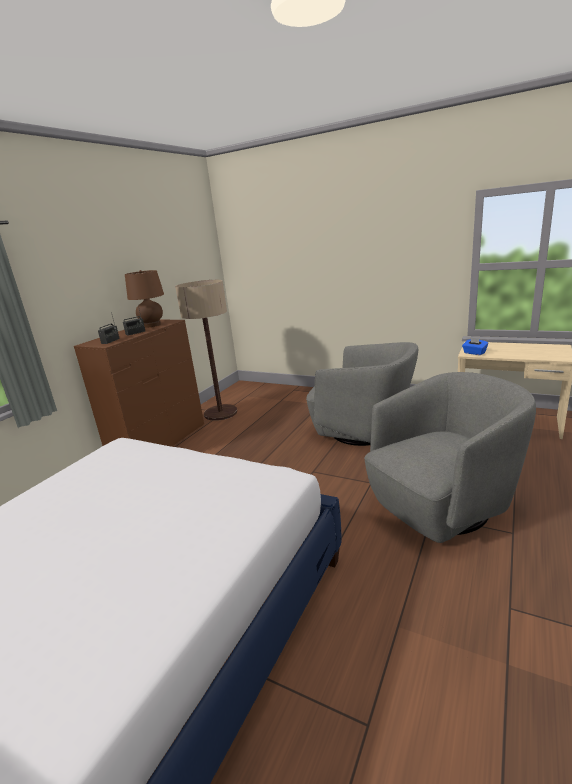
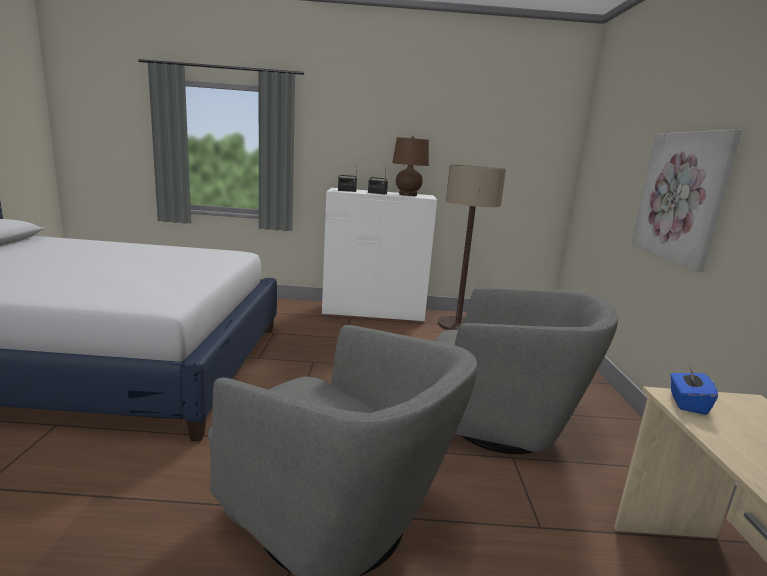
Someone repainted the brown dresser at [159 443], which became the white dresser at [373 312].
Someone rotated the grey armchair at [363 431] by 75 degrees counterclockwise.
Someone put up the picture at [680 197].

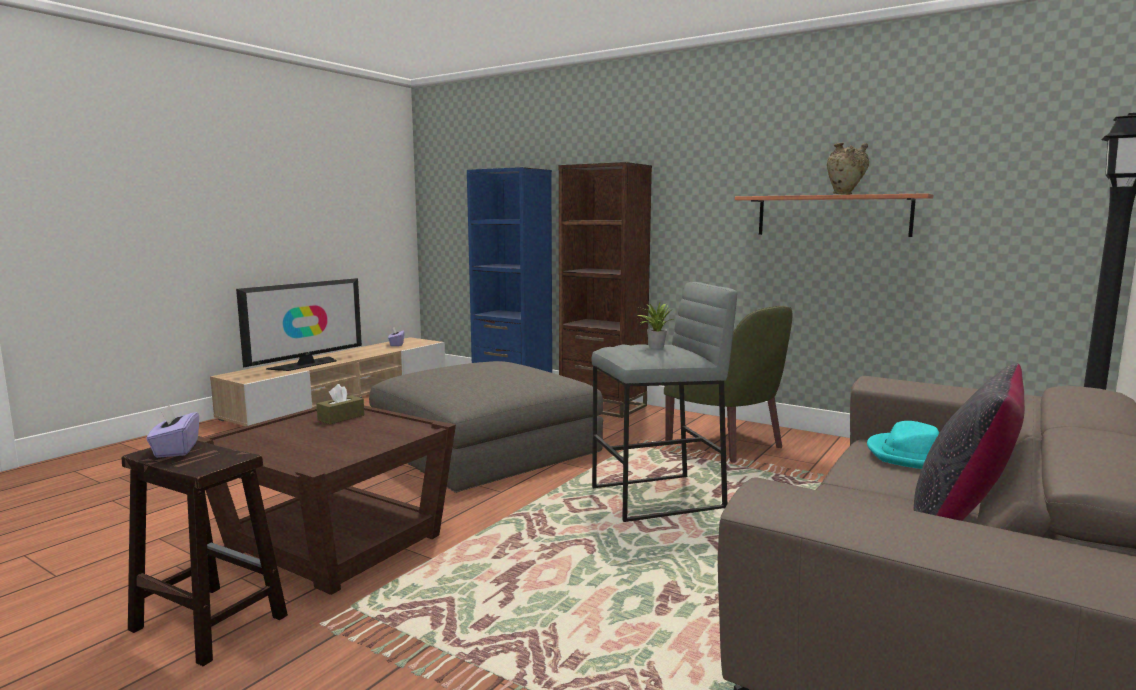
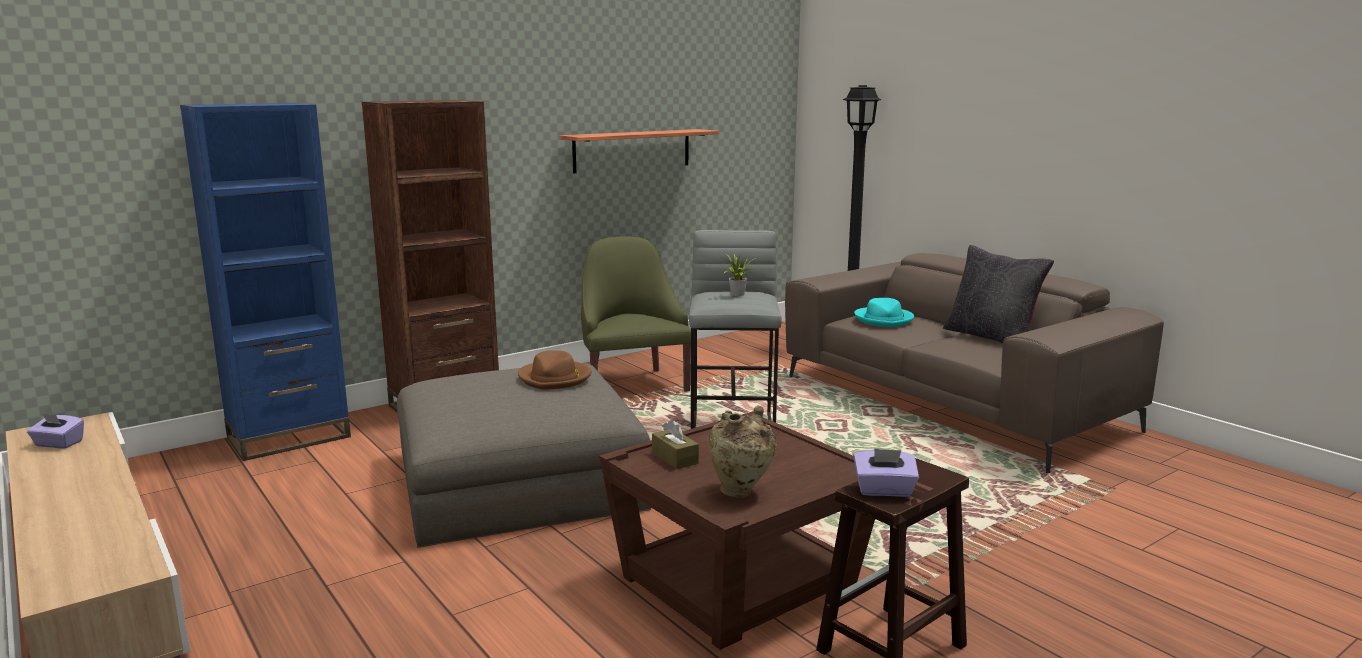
Someone put down the brown hat at [555 378].
Someone rotated the green armchair at [729 445] by 90 degrees counterclockwise.
Someone carried the beige vase from [845 194] to [741 491].
Someone took away the television at [306 364].

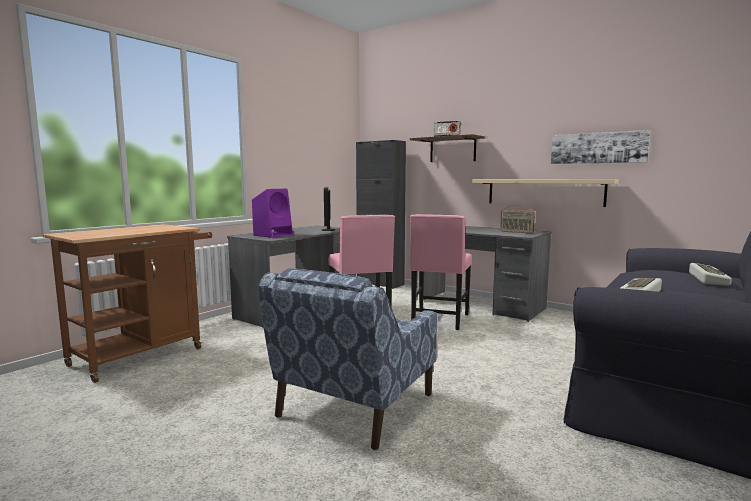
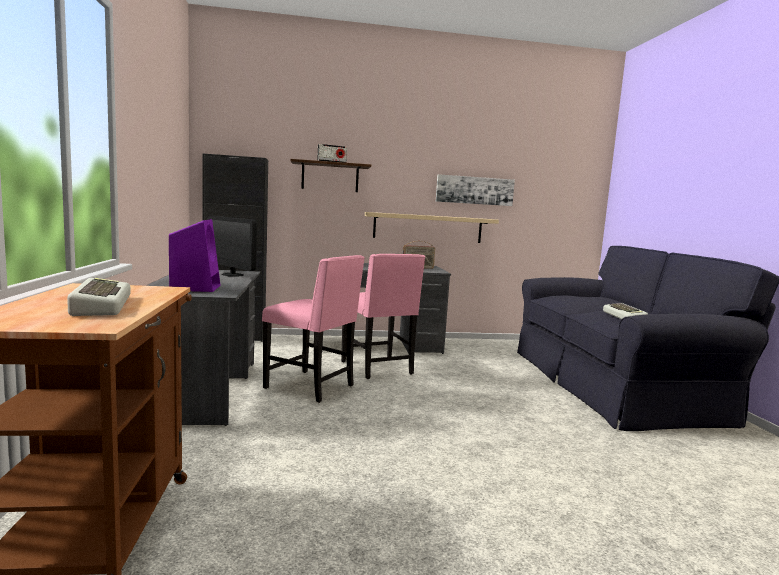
Someone carried the keyboard from [706 279] to [99 305].
Someone took away the blue armchair at [354 407].

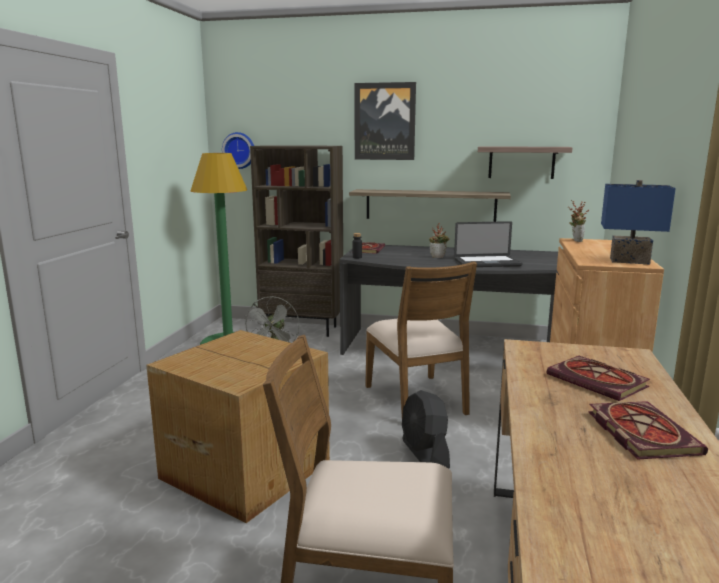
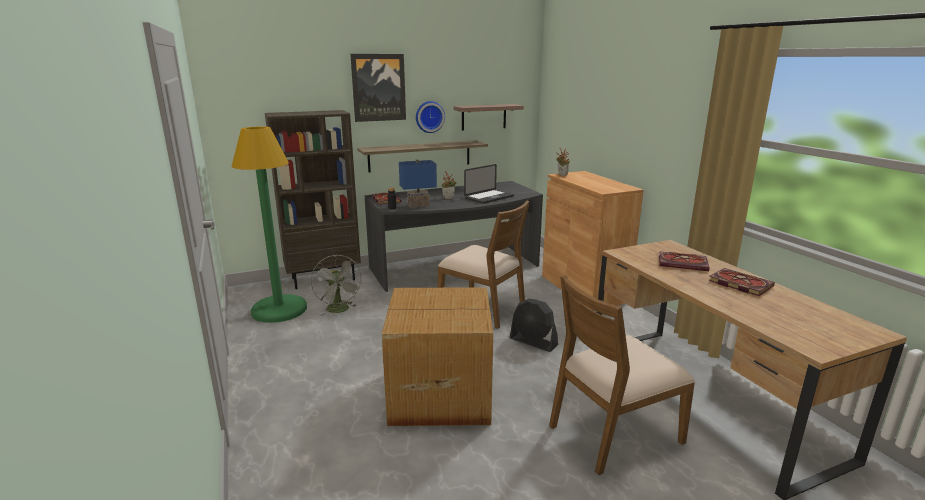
Someone carried the blue table lamp from [629 260] to [418 205].
Someone carried the wall clock from [239 150] to [429 117].

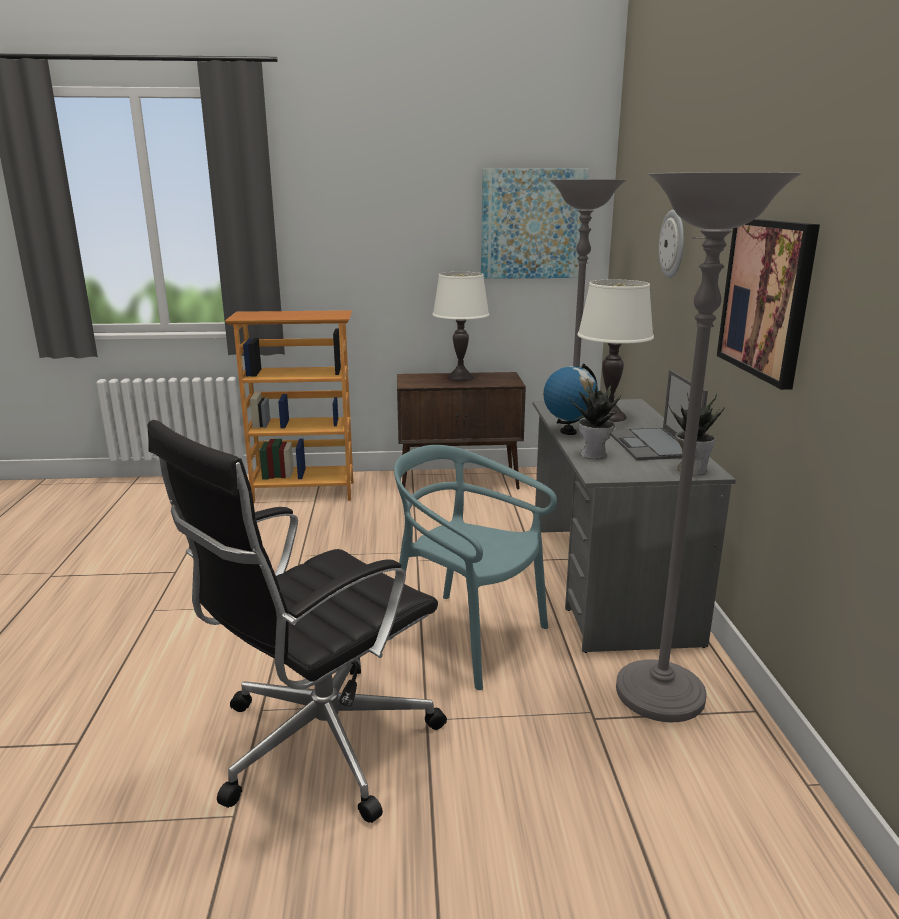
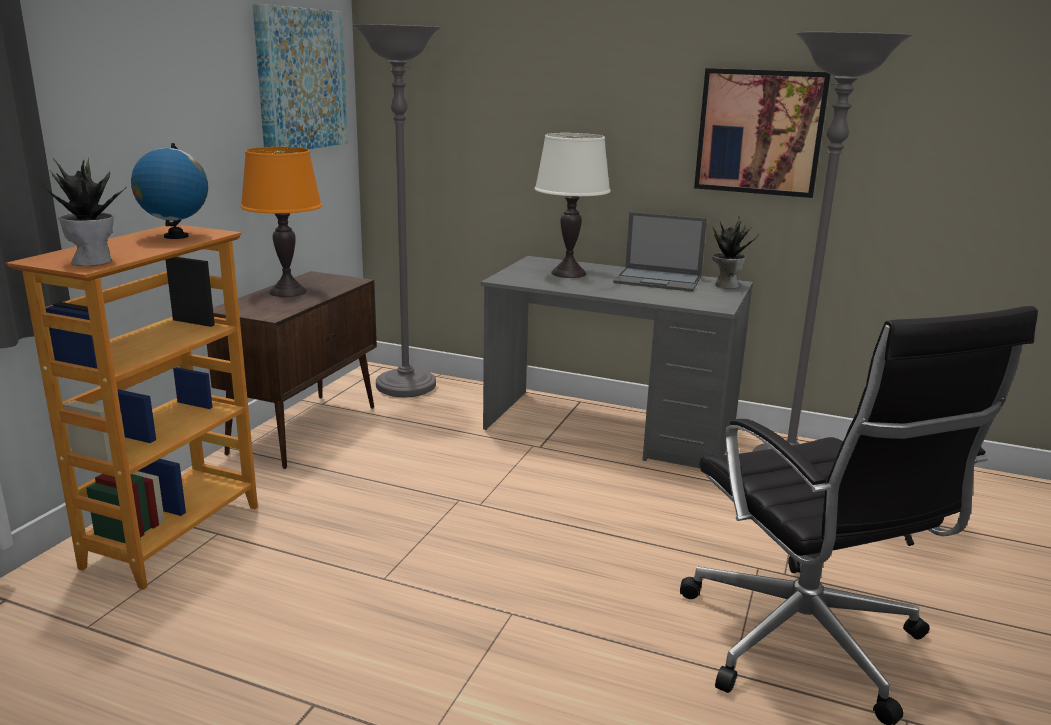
Someone carried the potted plant from [594 454] to [93 261].
Someone carried the globe from [568 432] to [176 236].
Someone repainted the white table lamp at [460 377], which became the orange table lamp at [287 292].
Someone took away the turquoise chair at [467 637].
Someone took away the wall clock at [673 244].

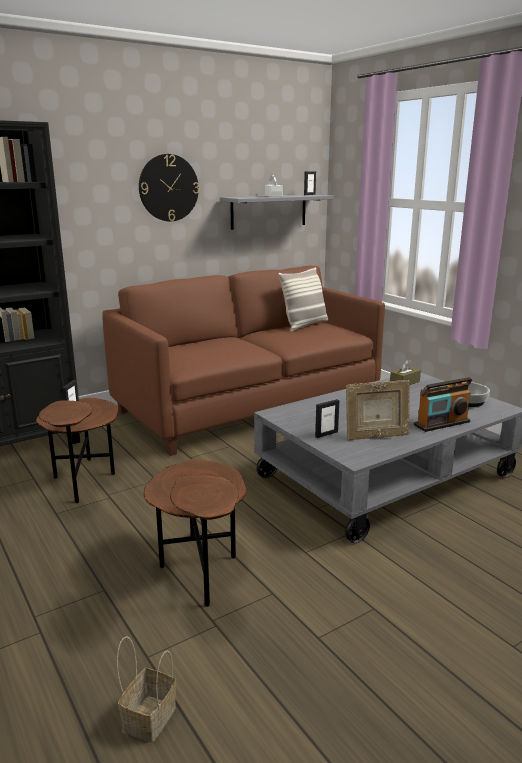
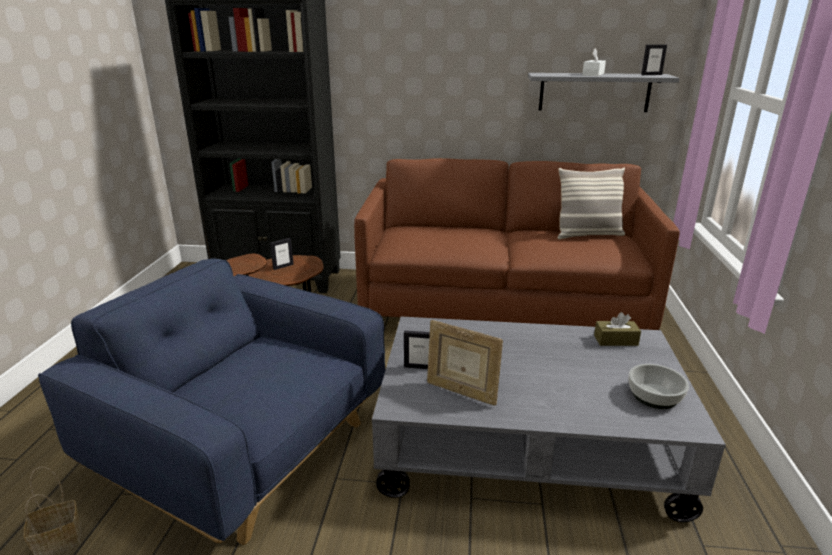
Someone swapped the brown side table at [201 572] for the blue armchair at [242 447].
Someone took away the wall clock at [168 188].
Someone took away the radio at [442 423].

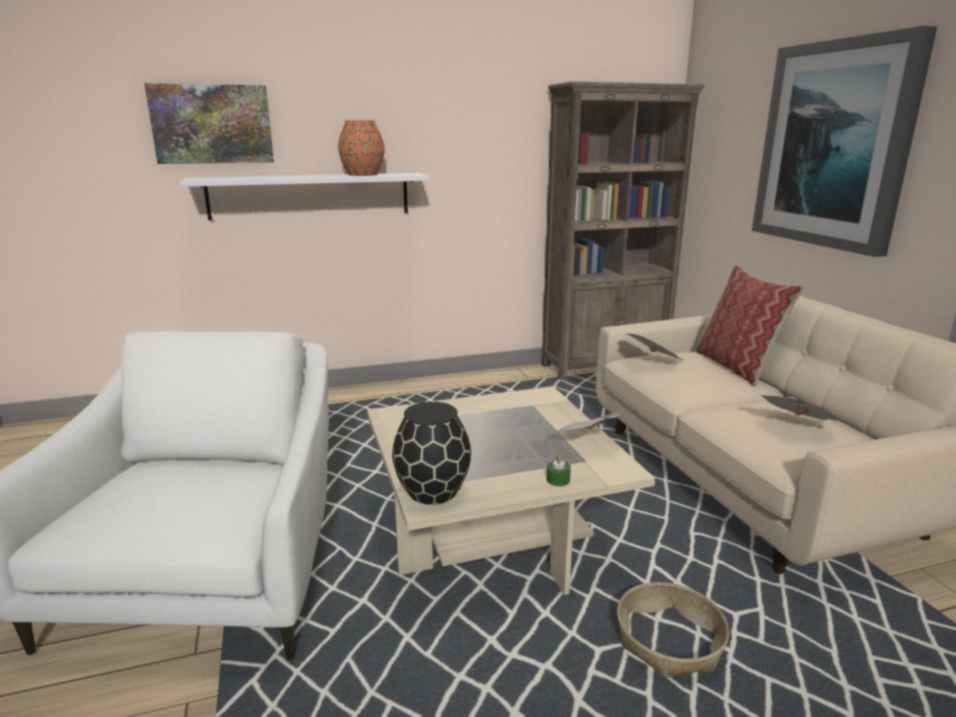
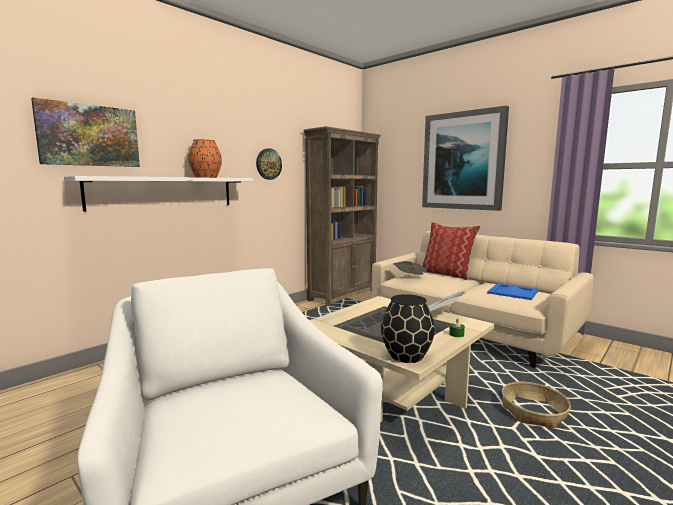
Someone put up the wall clock at [268 164].
Someone swapped the newspaper at [797 427] for the blue tray at [512 291].

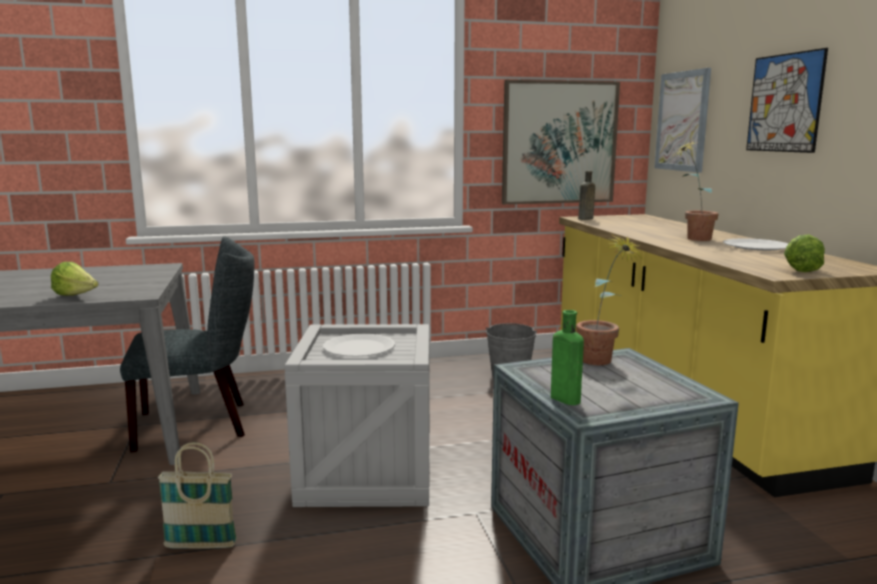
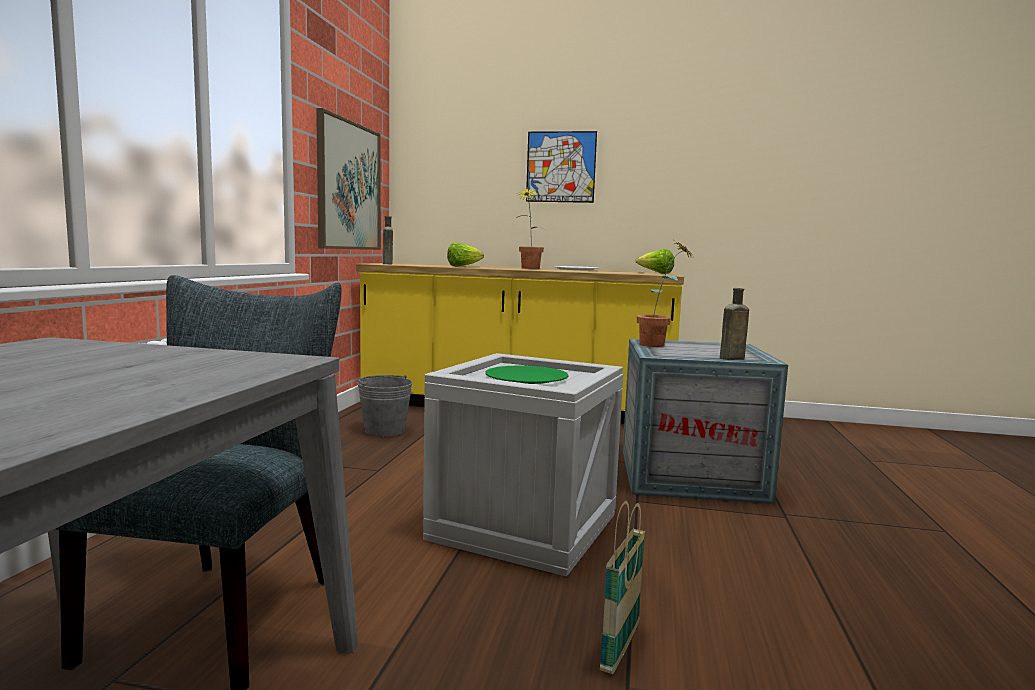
Someone carried the lettuce from [77 296] to [463 266].
Someone repainted the white plate at [359 348], which became the green plate at [526 377].
Someone repainted the green bottle at [563 398], which became the brown bottle at [730 358].
Someone took away the picture at [682 121].

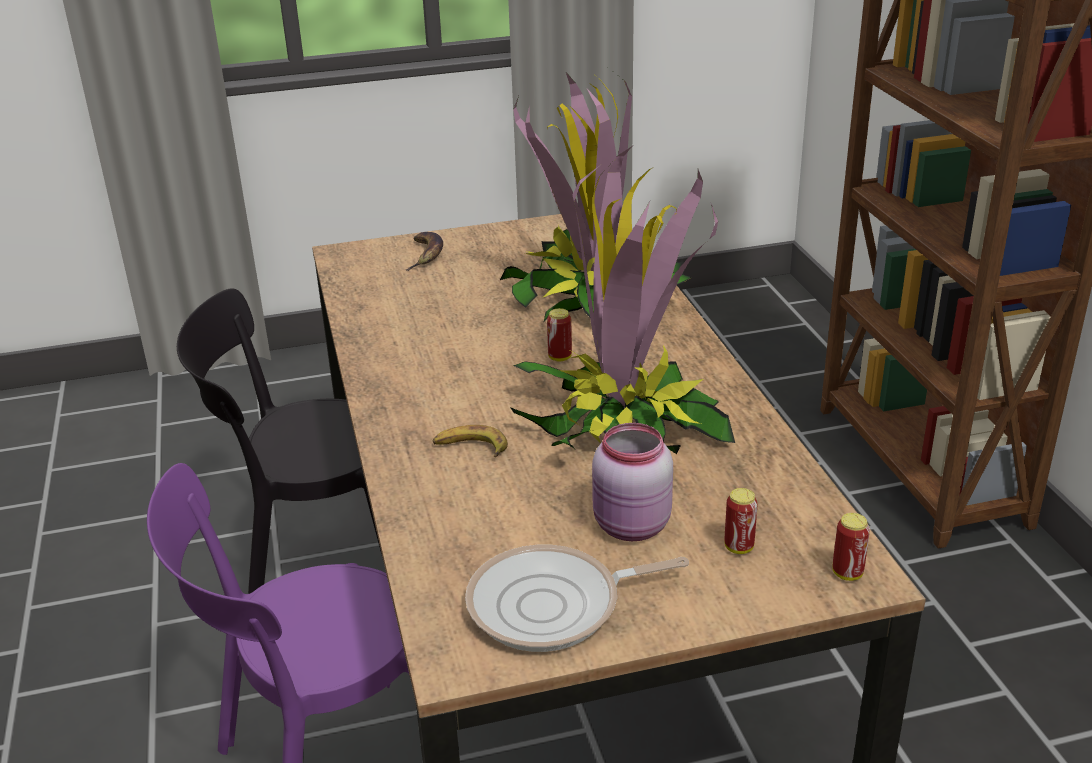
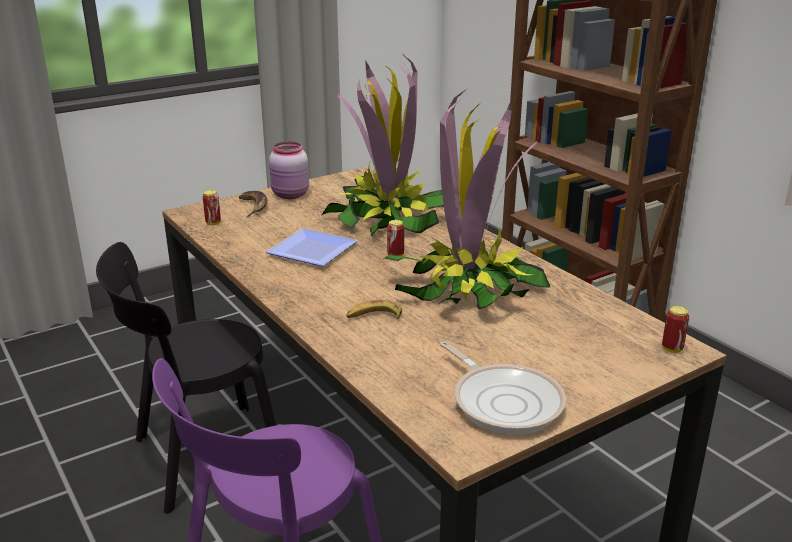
Someone carried the can from [738 547] to [213 223].
Someone put down the plate at [309 251].
Someone carried the pink jar from [631 527] to [290 195].
Someone rotated the frying pan at [553 606] by 90 degrees counterclockwise.

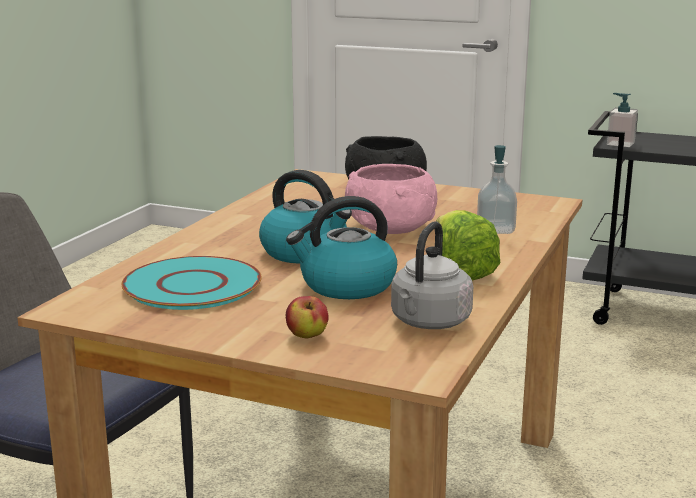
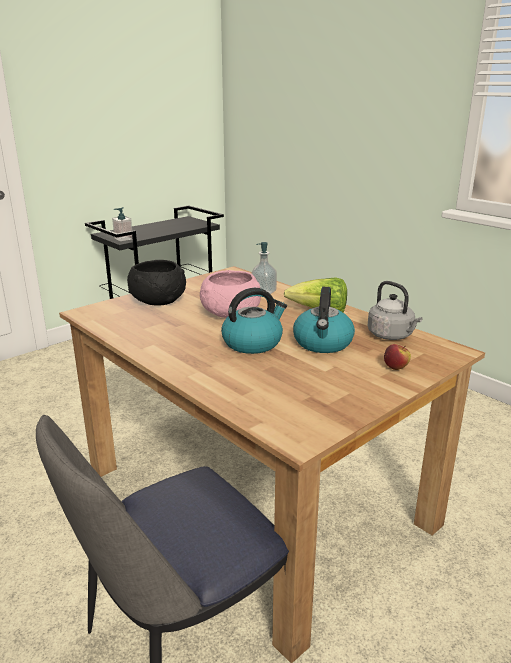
Someone took away the turquoise plate at [191 285].

